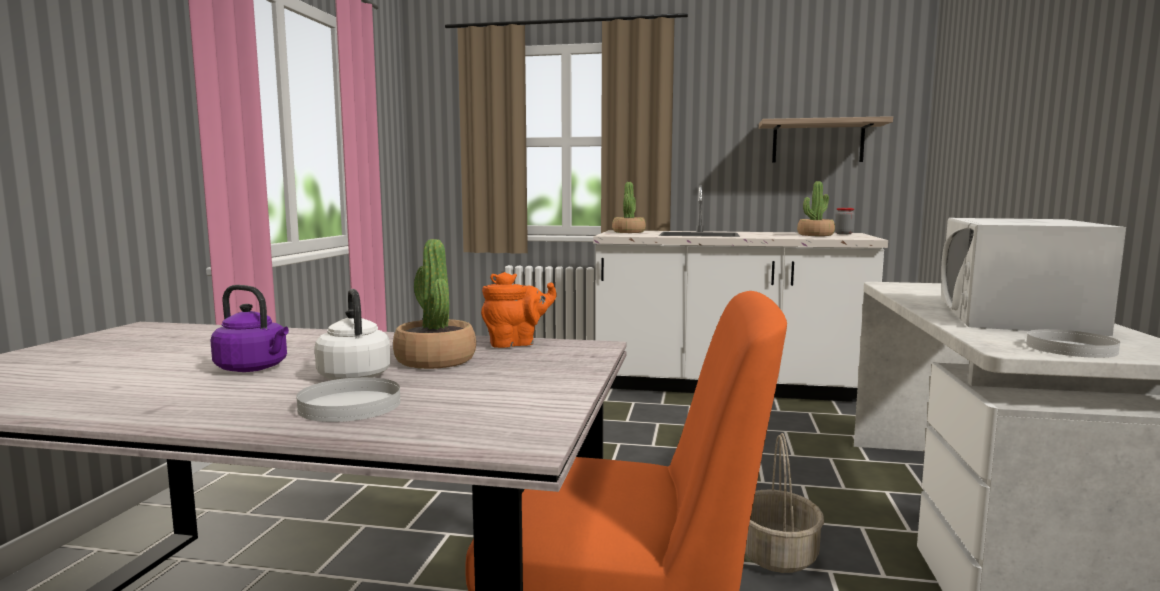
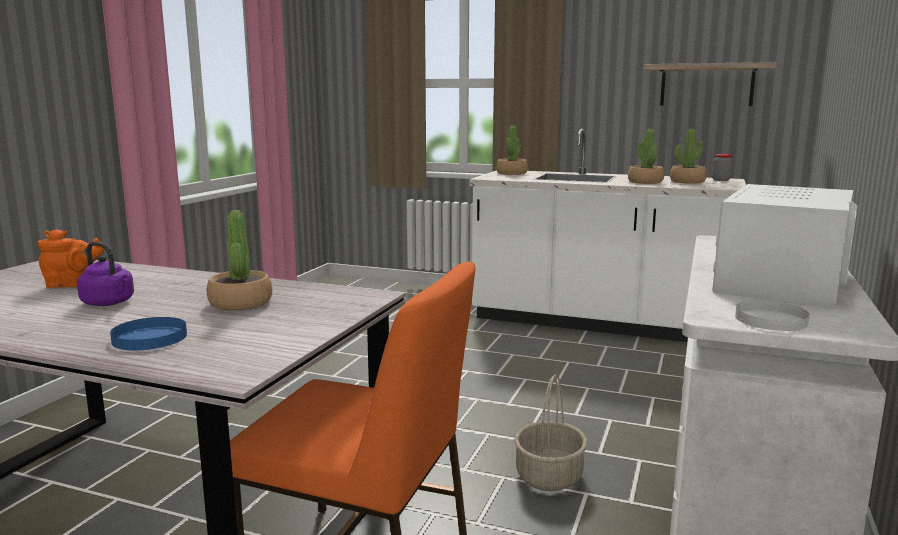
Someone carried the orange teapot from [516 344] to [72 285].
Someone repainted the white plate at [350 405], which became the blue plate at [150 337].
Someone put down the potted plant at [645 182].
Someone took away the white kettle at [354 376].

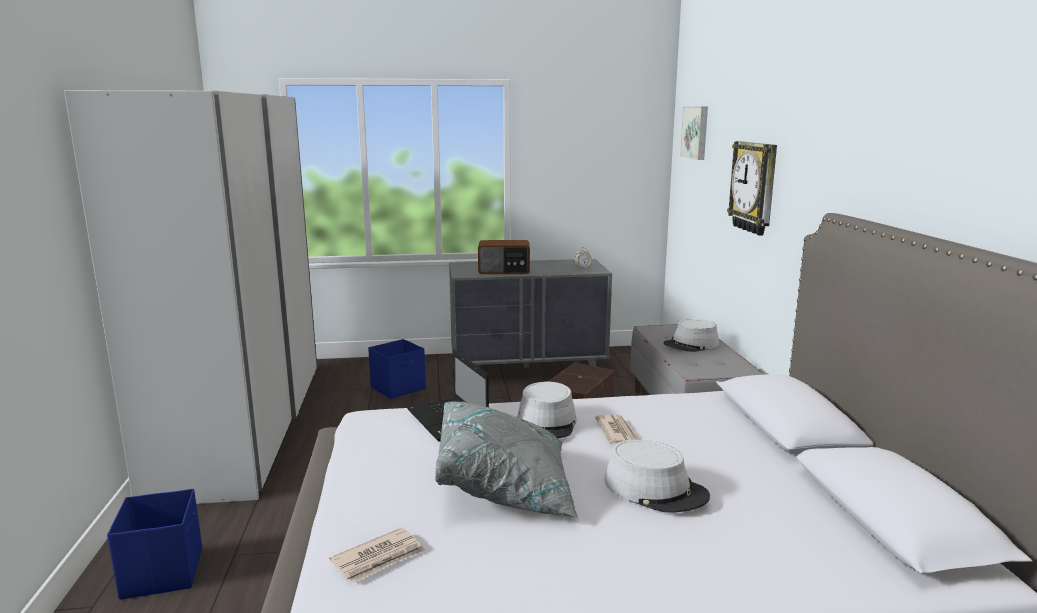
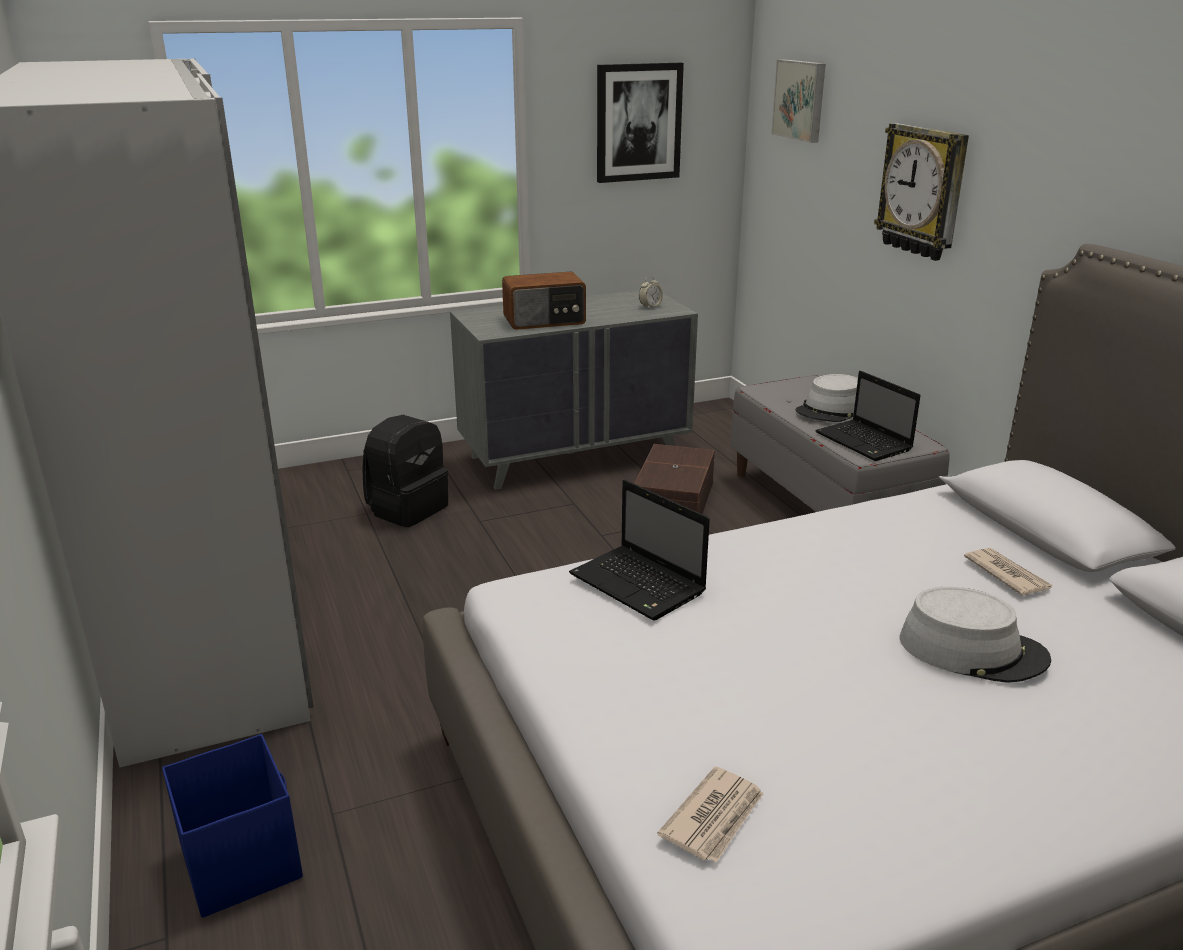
Someone swapped the blue storage box at [399 388] for the black backpack at [407 508].
Someone put up the picture at [638 122].
Someone put down the laptop at [865 442].
Someone carried the newspaper from [617 432] to [1006 574].
Someone took away the grey pillow at [505 488].
Someone took away the grey hat at [546 423].

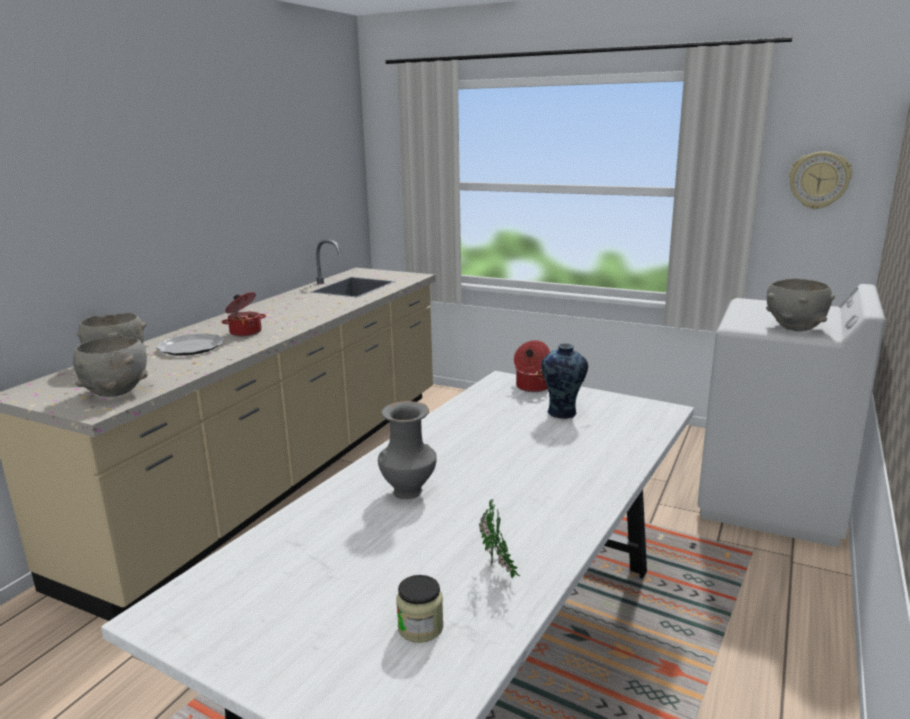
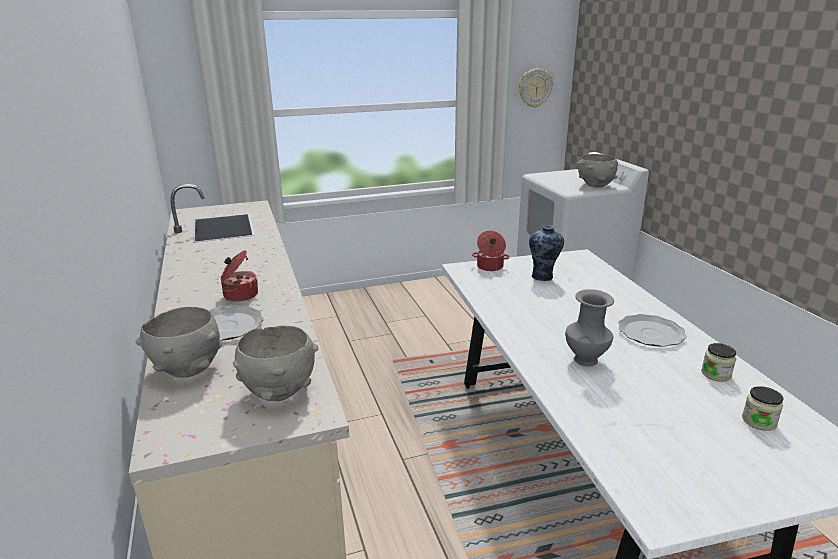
Someone put down the plate at [651 333].
Someone swapped the potted plant at [498 570] for the jar at [716 374].

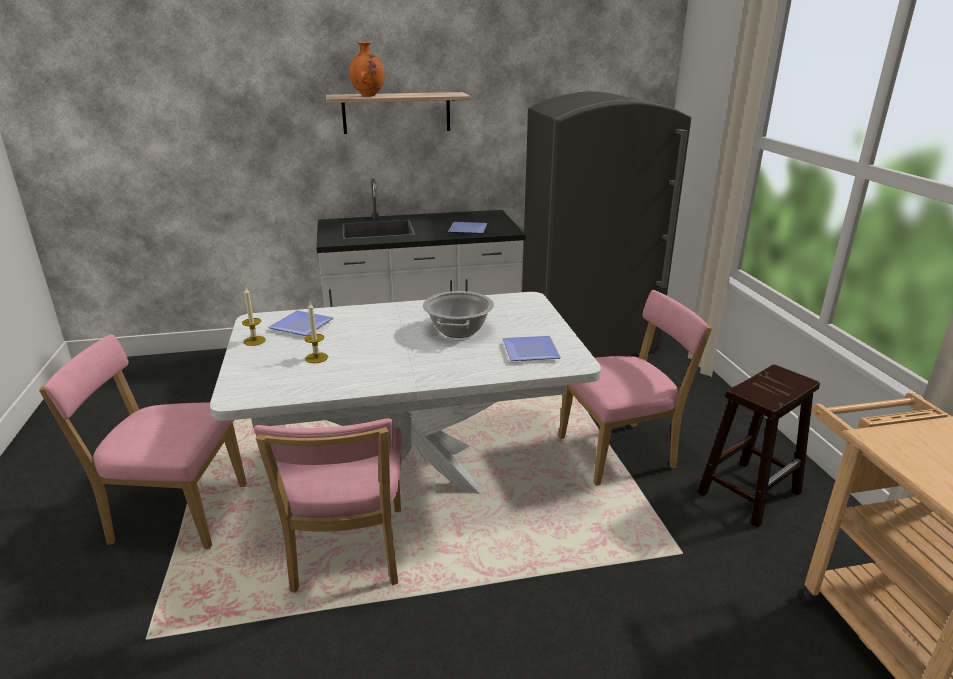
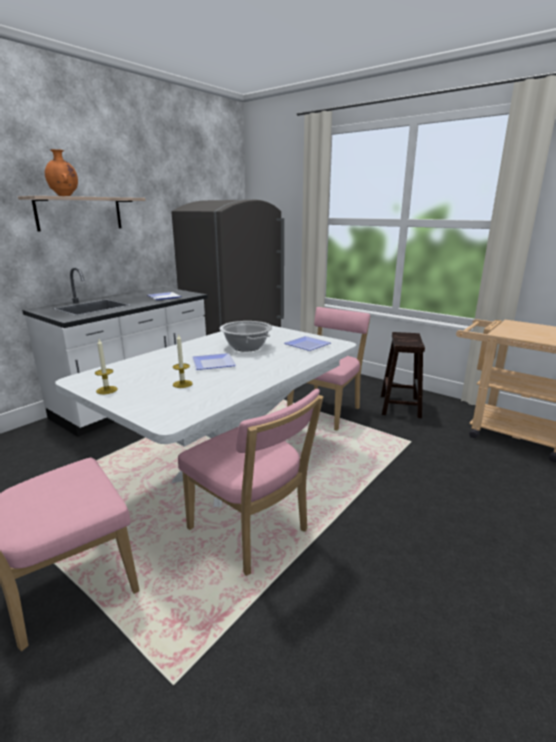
Someone carried the plate from [304 325] to [214 363].

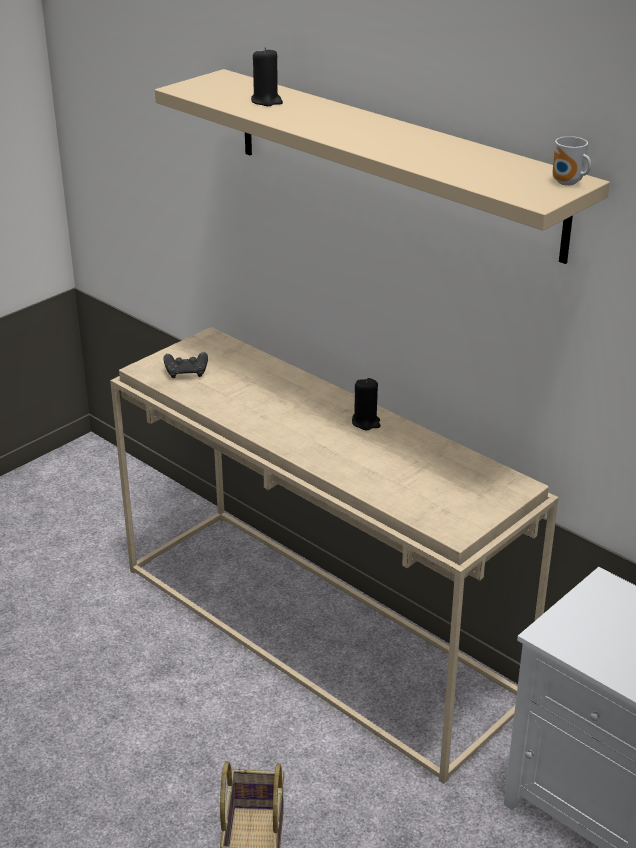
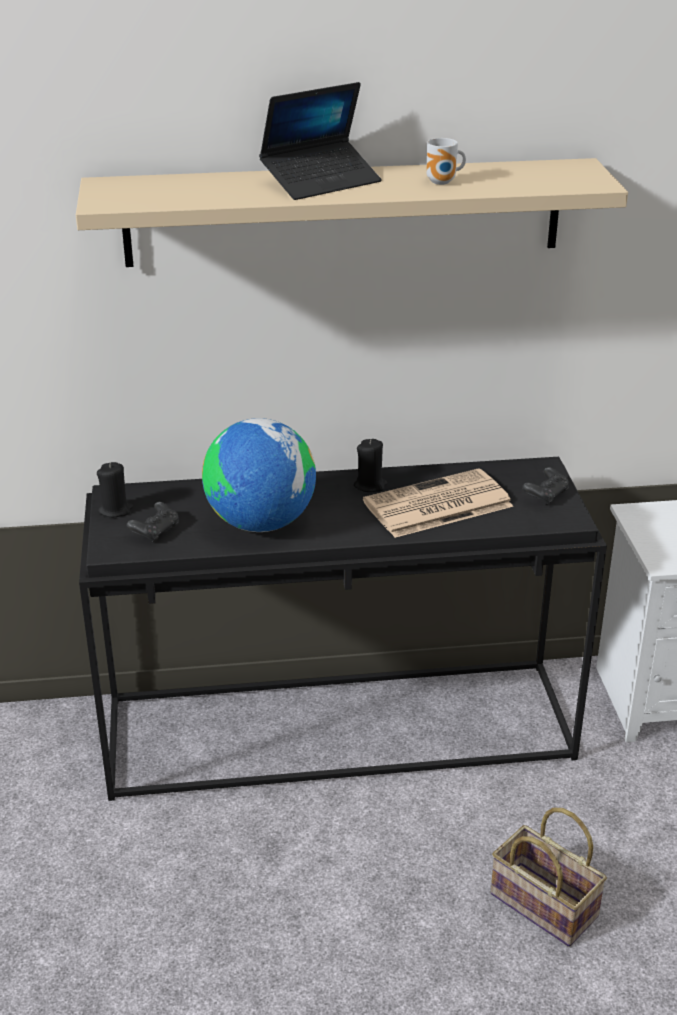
Someone repainted the beige console table at [322 632], which became the black console table at [341 727].
Someone carried the black candle from [266 101] to [115 510].
Someone put down the globe at [261 523].
Someone put down the laptop at [321 181].
Someone put down the newspaper at [436 505].
Someone carried the mug from [568 183] to [443 182].
Someone put down the black game controller at [546 495].

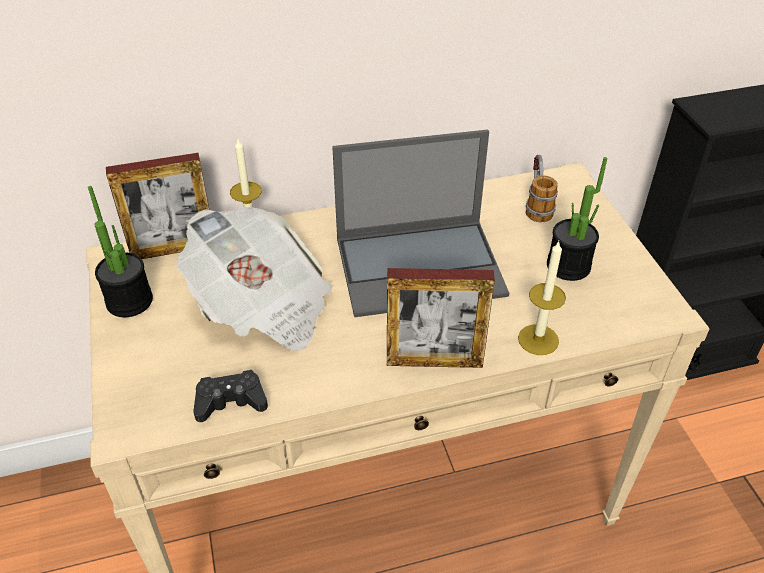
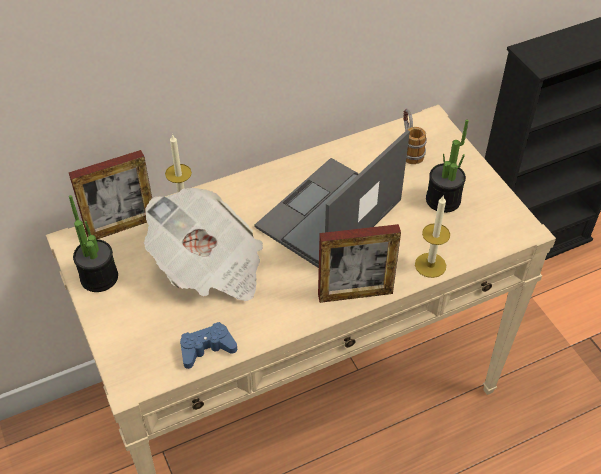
Someone repainted the black game controller at [230 401], which became the blue game controller at [206 348].
Someone rotated the laptop at [421 266] by 150 degrees clockwise.

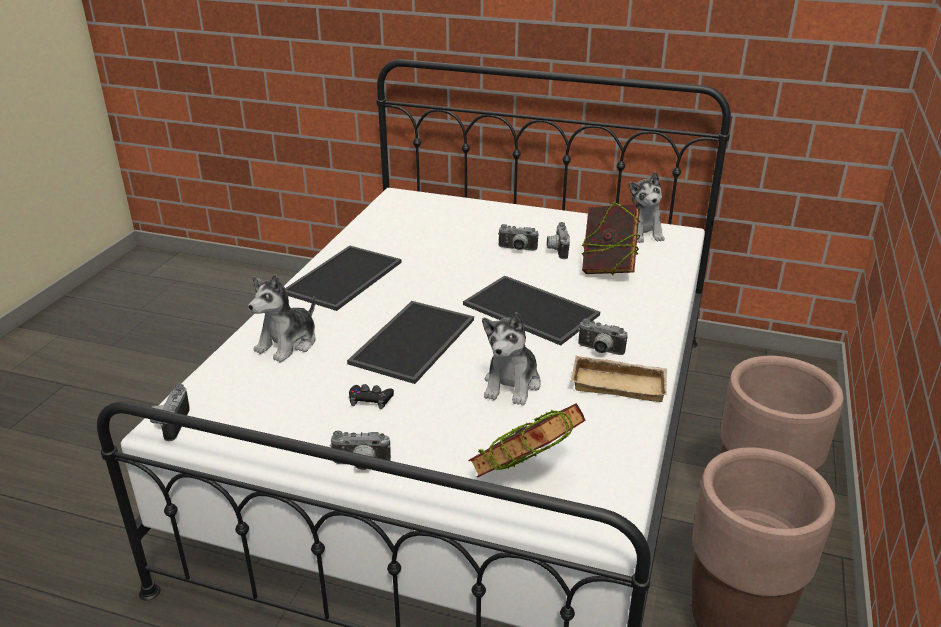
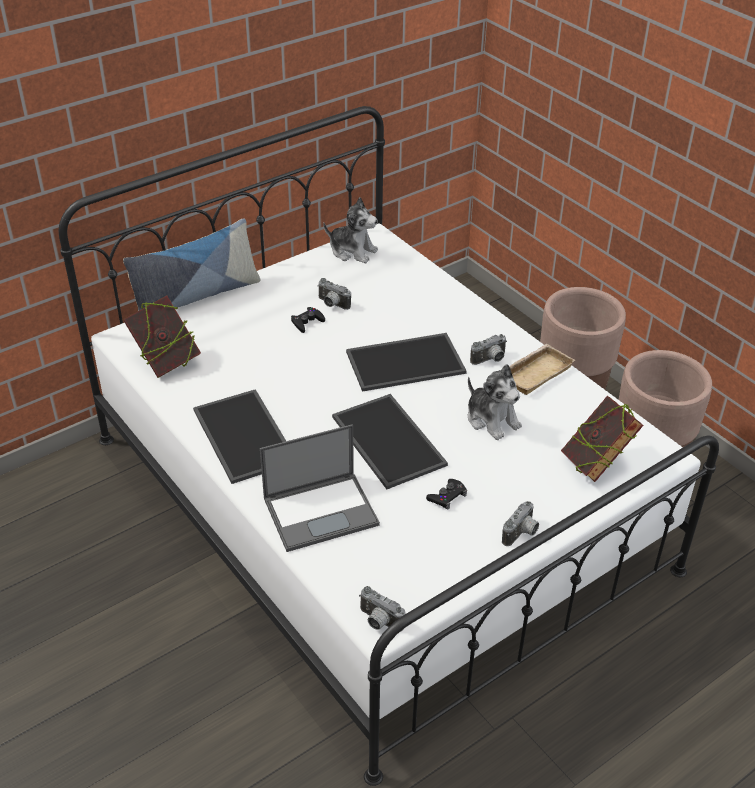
Someone put down the pillow at [196 296].
Someone carried the book from [608 269] to [166 362].
Someone swapped the plush toy at [288 343] for the laptop at [322 511].
Someone swapped the photo camera at [517 249] for the black game controller at [307 322].

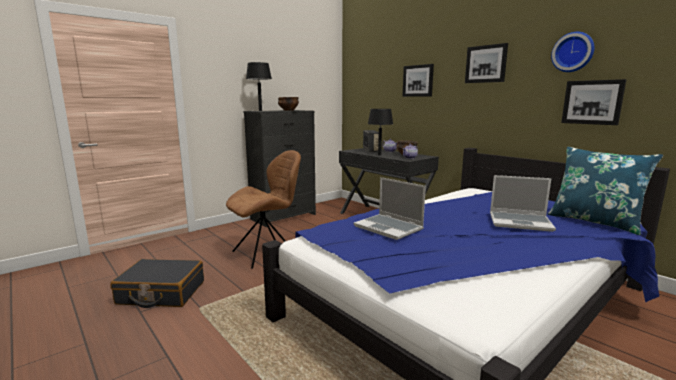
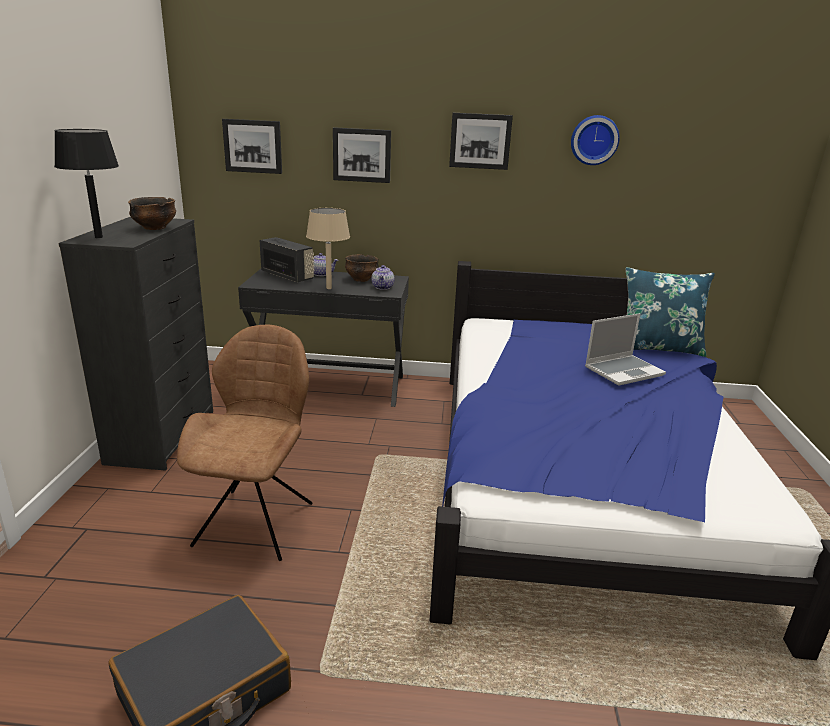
Someone carried the picture from [592 102] to [253 146].
Someone repainted the black table lamp at [379 155], which became the beige table lamp at [329 288].
Someone took away the laptop at [389 228].

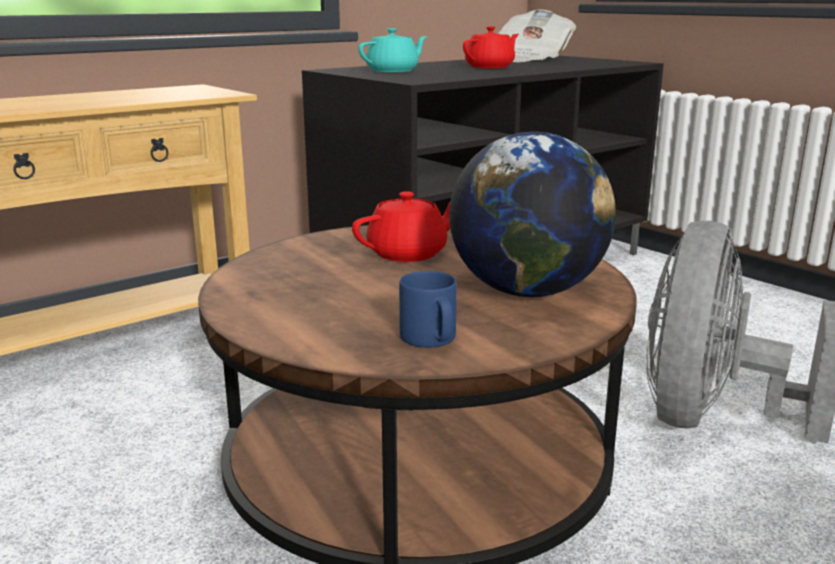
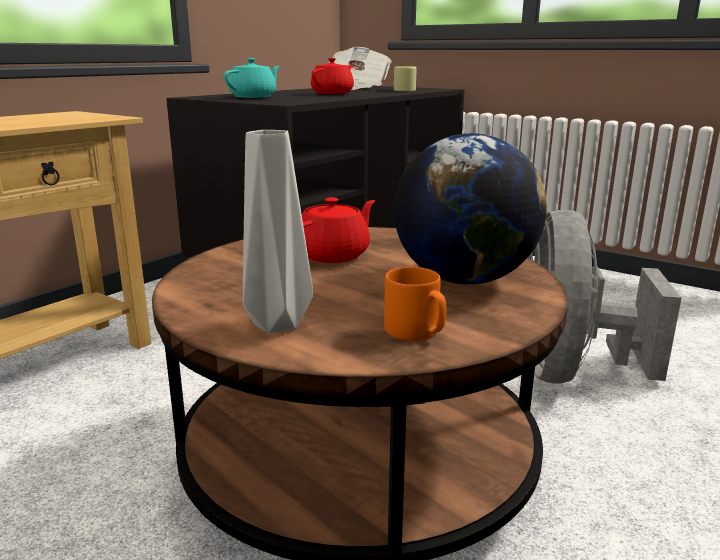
Someone put down the grey vase at [278 323].
Someone repainted the blue mug at [431 340], which became the orange mug at [416 333].
Someone put down the beige mug at [404 90].

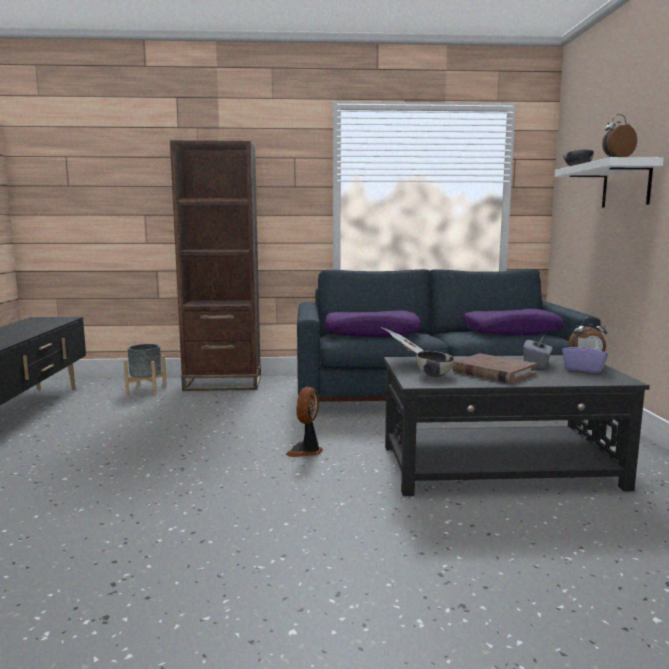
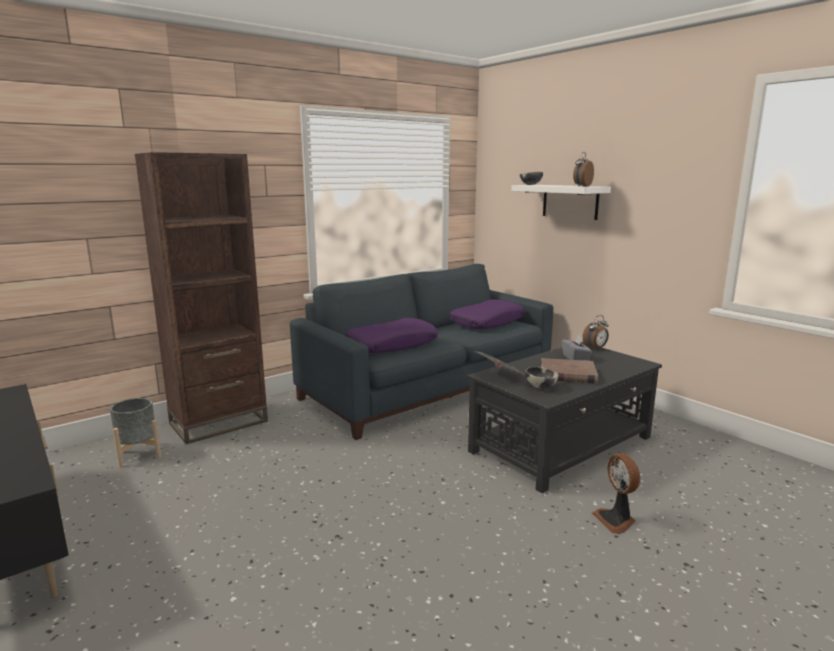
Someone carried the fan from [306 451] to [616 520].
Someone took away the purple tissue box at [584 369].

